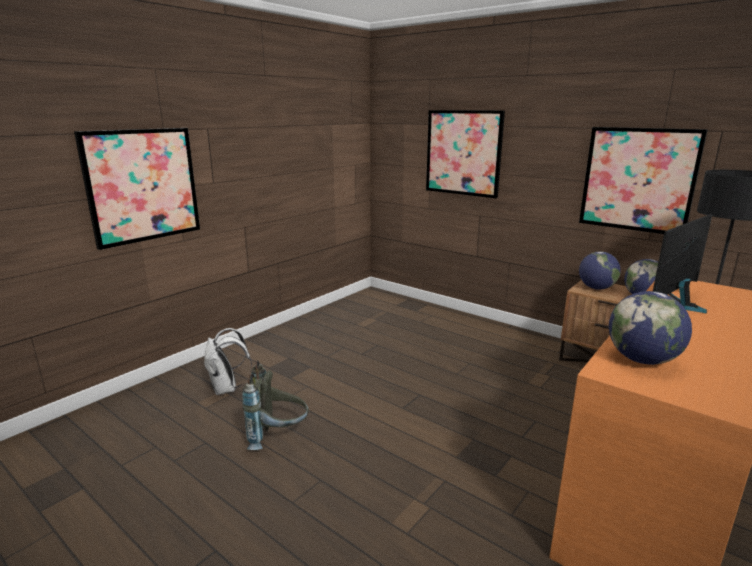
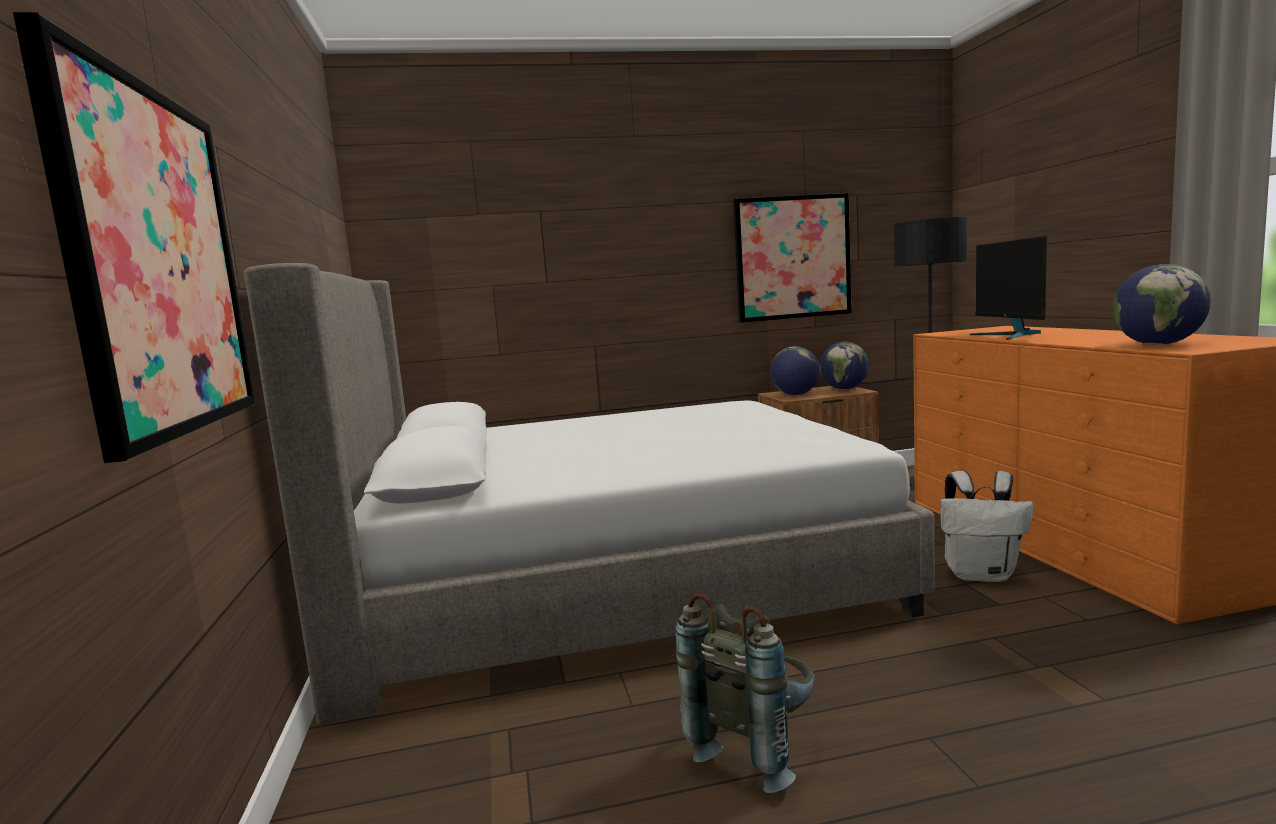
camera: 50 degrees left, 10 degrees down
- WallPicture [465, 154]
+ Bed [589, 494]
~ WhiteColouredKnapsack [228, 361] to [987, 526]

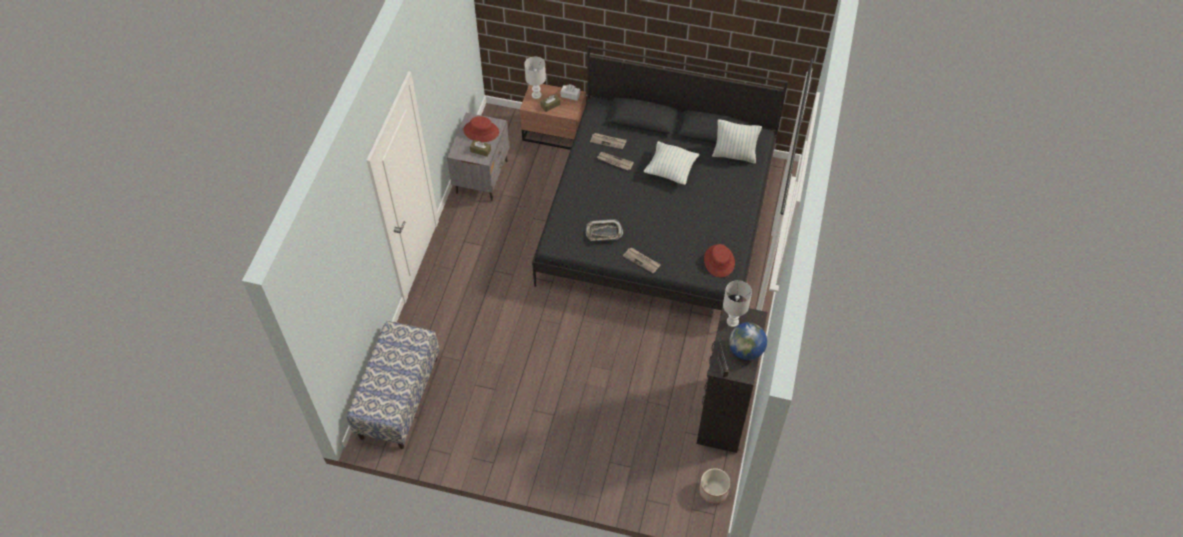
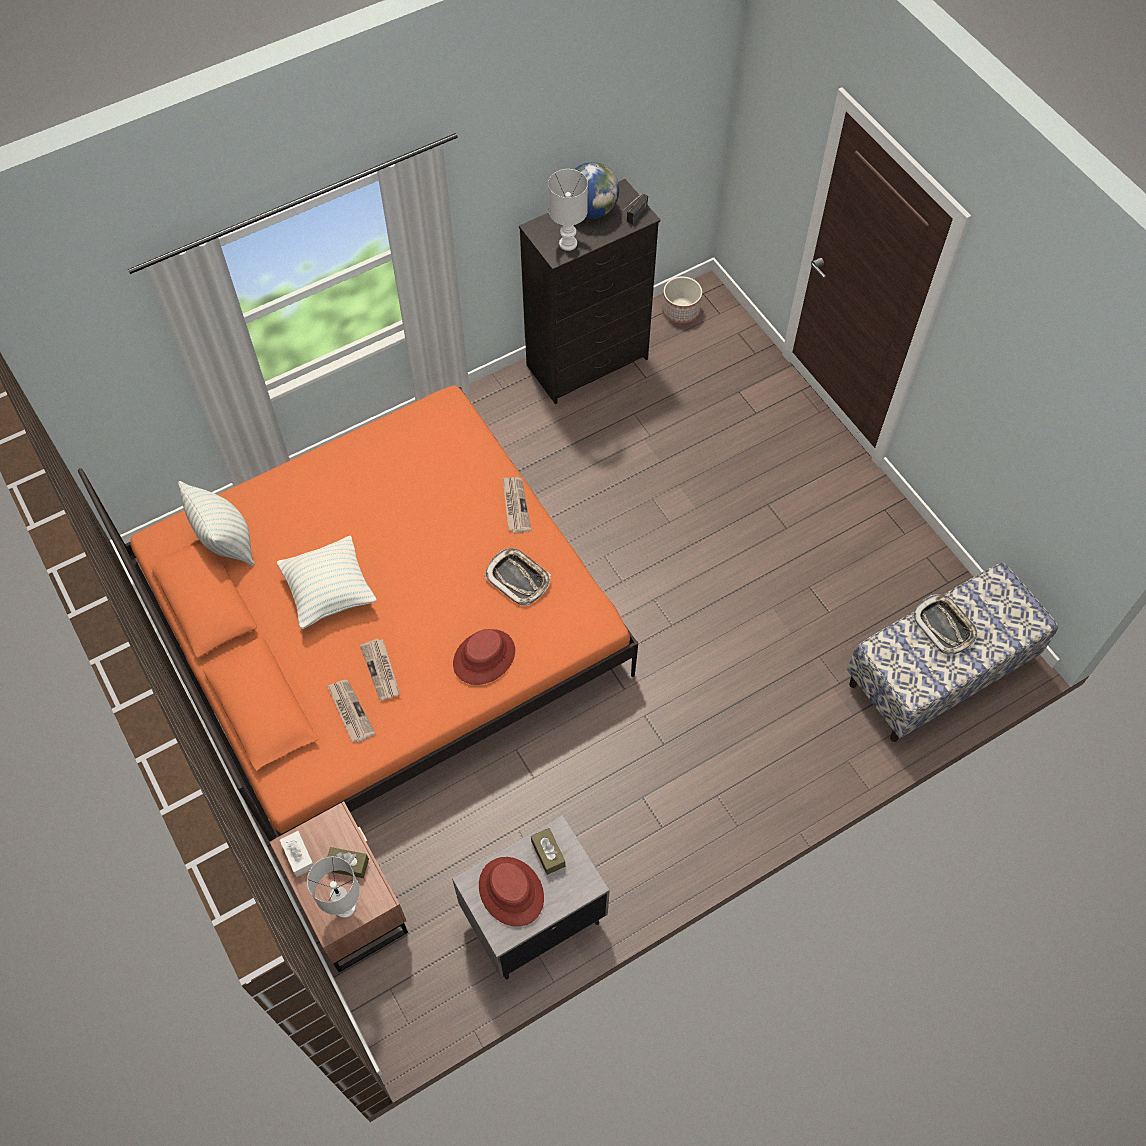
camera: 135 degrees left, 5 degrees up
+ ServingTray [945, 625]
~ ReddishWearableHat [719, 260] to [484, 657]
~ BlackColouredBed [660, 178] to OrangeColouredBed [358, 613]

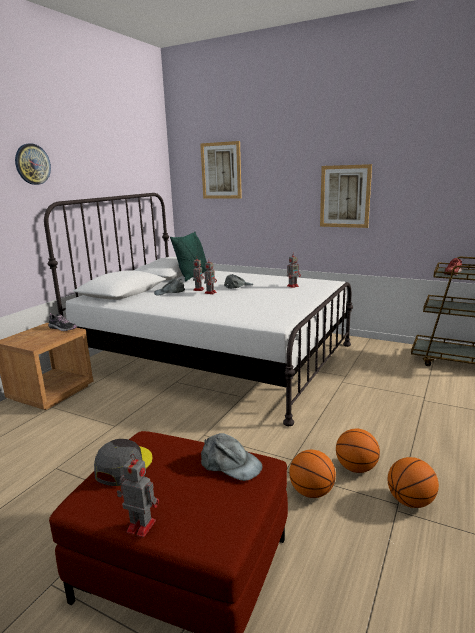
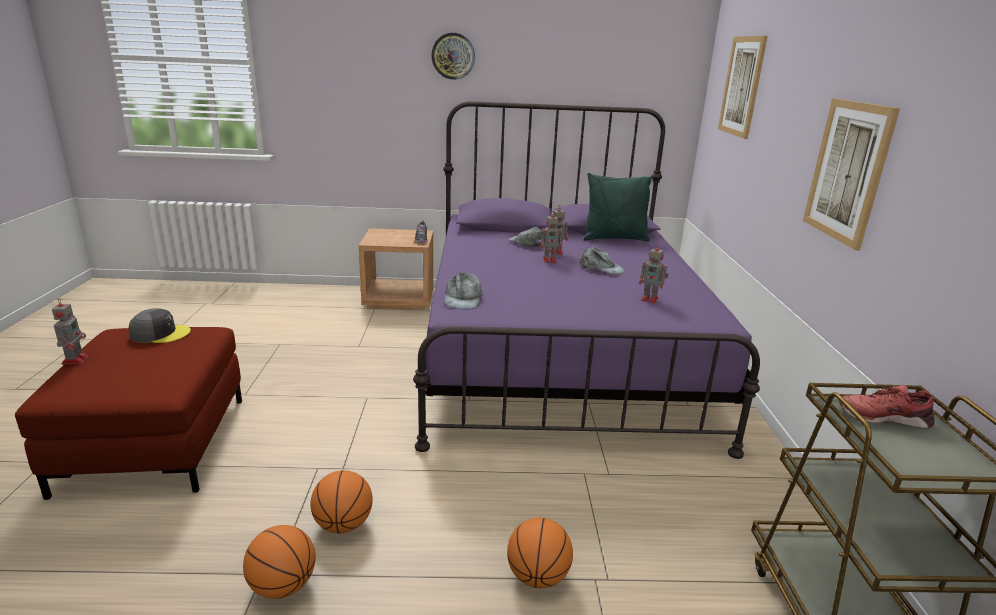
camera: 60 degrees right, 5 degrees up
~ GreyishBaseballCap [231, 457] to [463, 290]
~ Basketball [312, 474] to [540, 553]
~ WhiteColouredBed [198, 309] to PurpleColouredBed [586, 280]

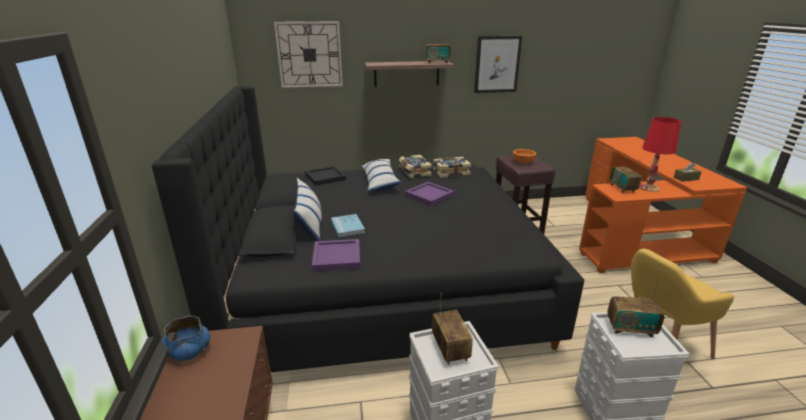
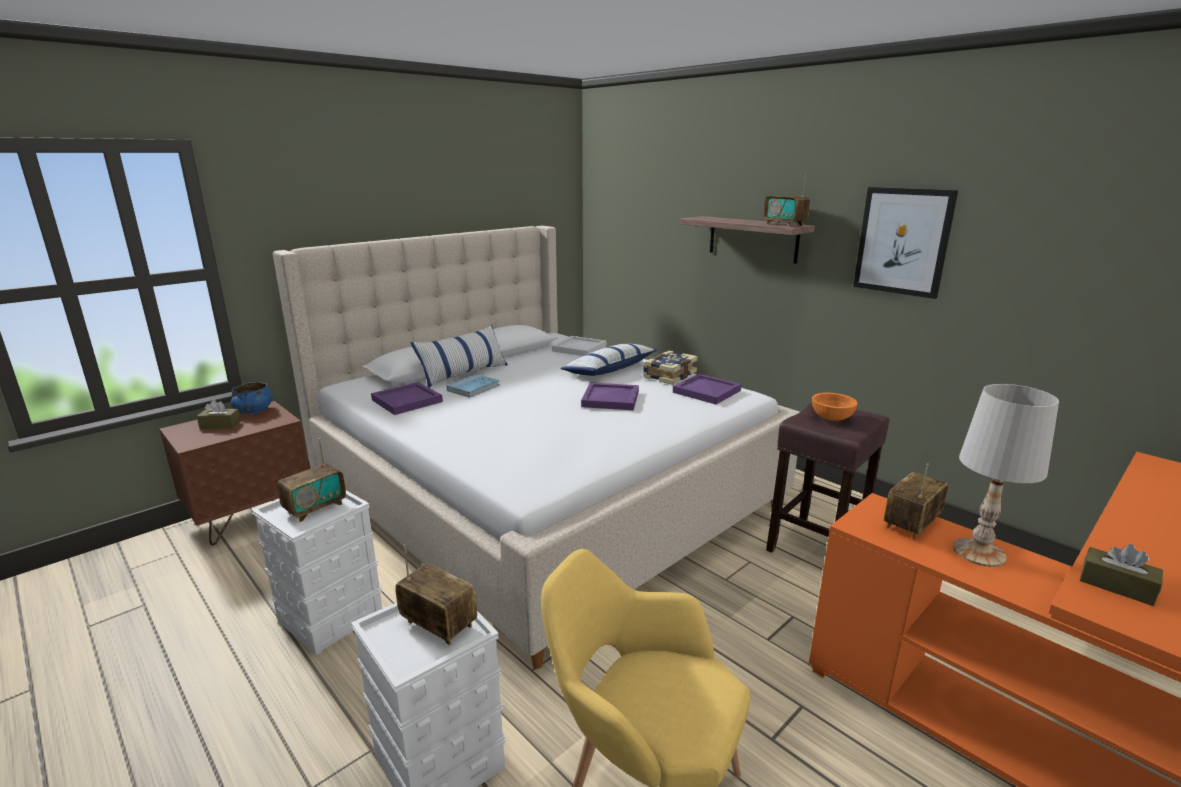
camera: 55 degrees right, 5 degrees down
- WallClock [308, 54]
+ BrownColouredBoxOfTissues [219, 414]
~ Book [452, 167] to PurpleColouredServingTray [707, 389]
~ BlackColouredBed [368, 229] to BeigeColouredBed [536, 447]
~ BlackColouredServingTray [325, 176] to WhiteColouredServingTray [579, 346]
~ ReddishTabletopLamp [660, 154] to WhiteColouredTabletopLamp [1006, 475]
~ RadioSet [635, 309] = [436, 594] 150 degrees clockwise

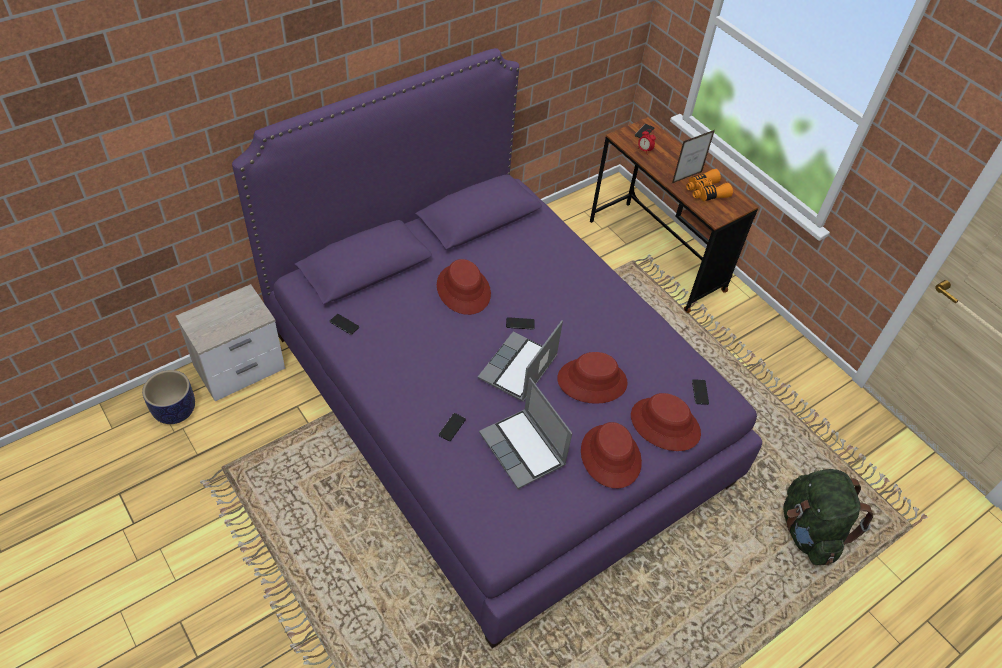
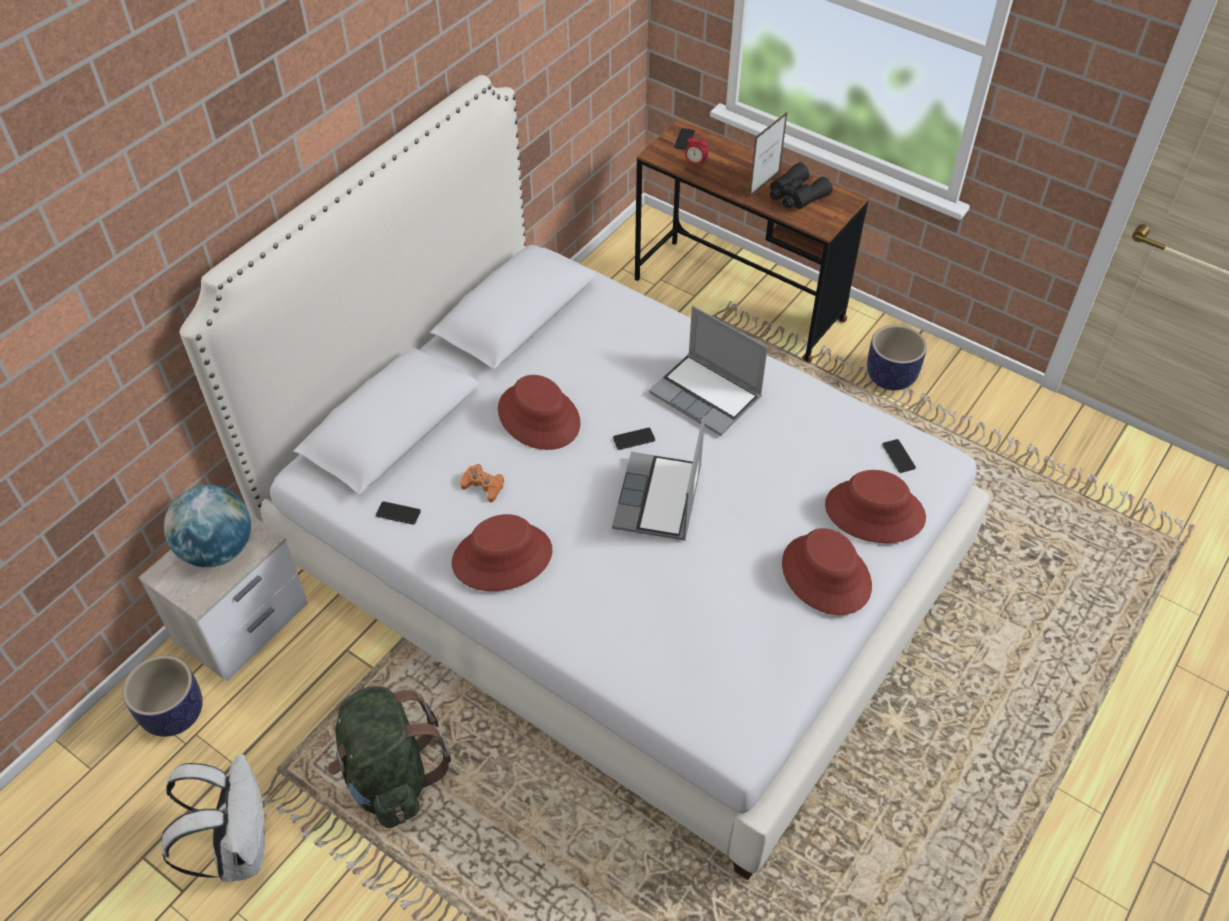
camera: 15 degrees left, 0 degrees up
- Phone [452, 427]
+ WhiteColouredKnapsack [214, 818]
+ Globe [207, 526]
+ OrangeColouredGameController [482, 483]
+ PlantPot [897, 357]
~ PortableComputer [525, 433] to [708, 371]
~ ReddishWearableHat [592, 378] to [502, 552]
~ GreenKnapsack [828, 517] to [389, 757]
~ PurpleColouredBed [497, 348] to WhiteColouredBed [584, 477]
~ OrangeColouredPairOfBinoculars [709, 185] to BlackColouredPairOfBinoculars [801, 186]

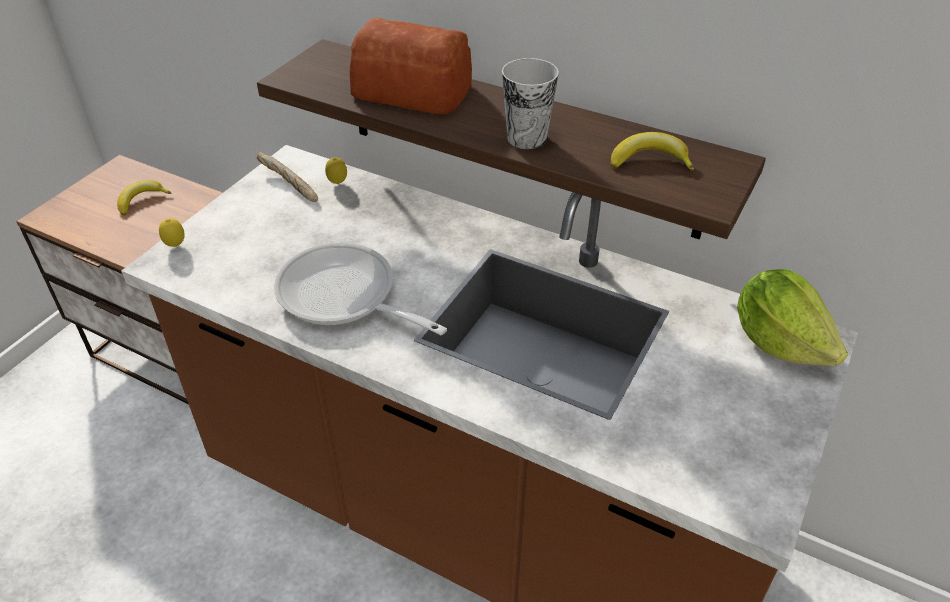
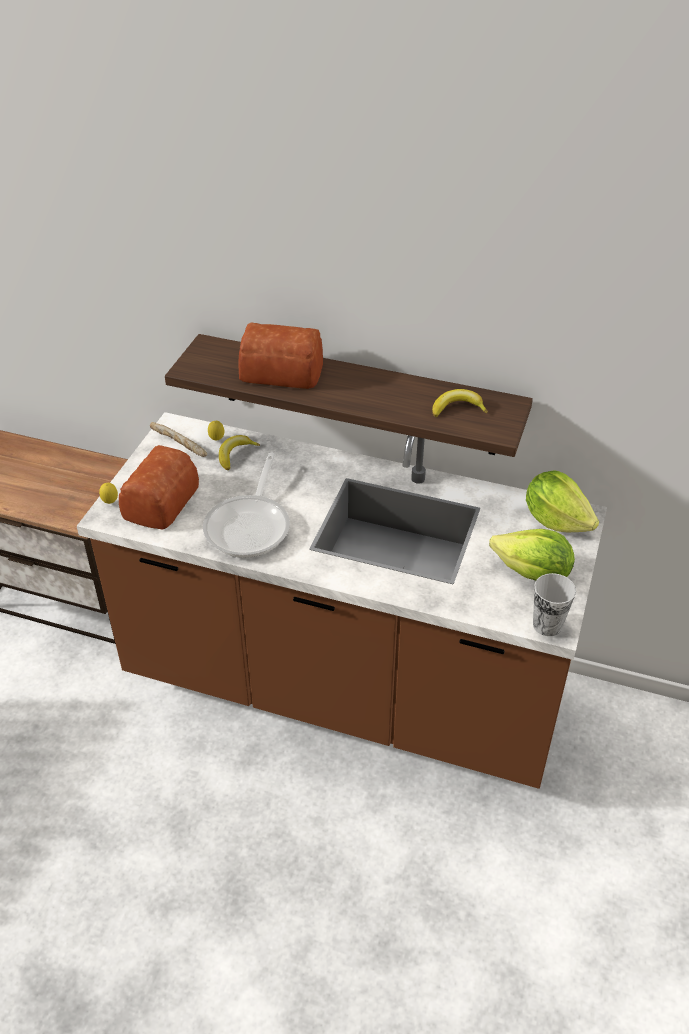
camera: 10 degrees left, 0 degrees up
+ Bread [159, 487]
+ LettuceHead [532, 554]
~ BananaFruit [144, 198] to [239, 452]
~ Cup [530, 103] to [554, 604]
~ Skillet [360, 289] = [246, 505] 105 degrees counterclockwise

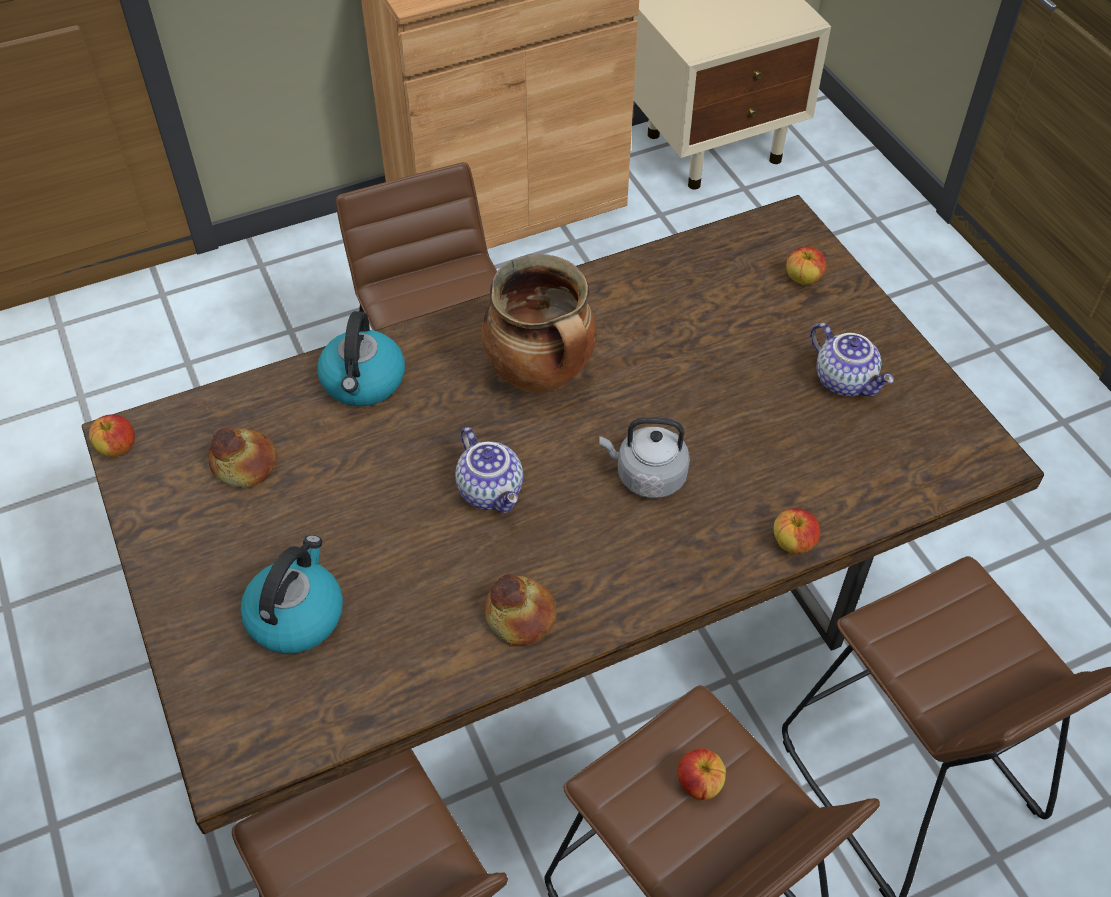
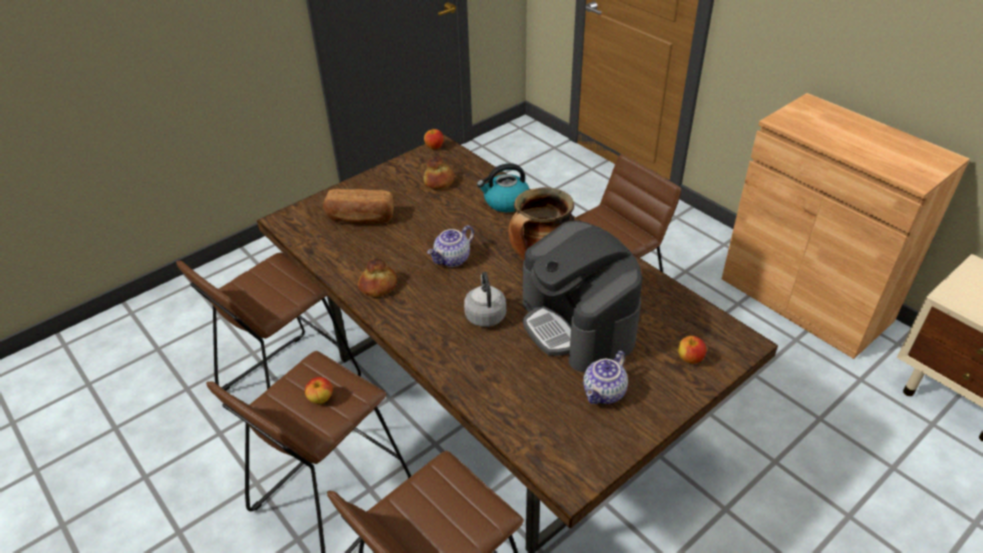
camera: 75 degrees right, 10 degrees down
- WholeApple [797, 531]
+ CoffeeMachine [582, 296]
~ WaterKettle [291, 594] to Bread [358, 206]

